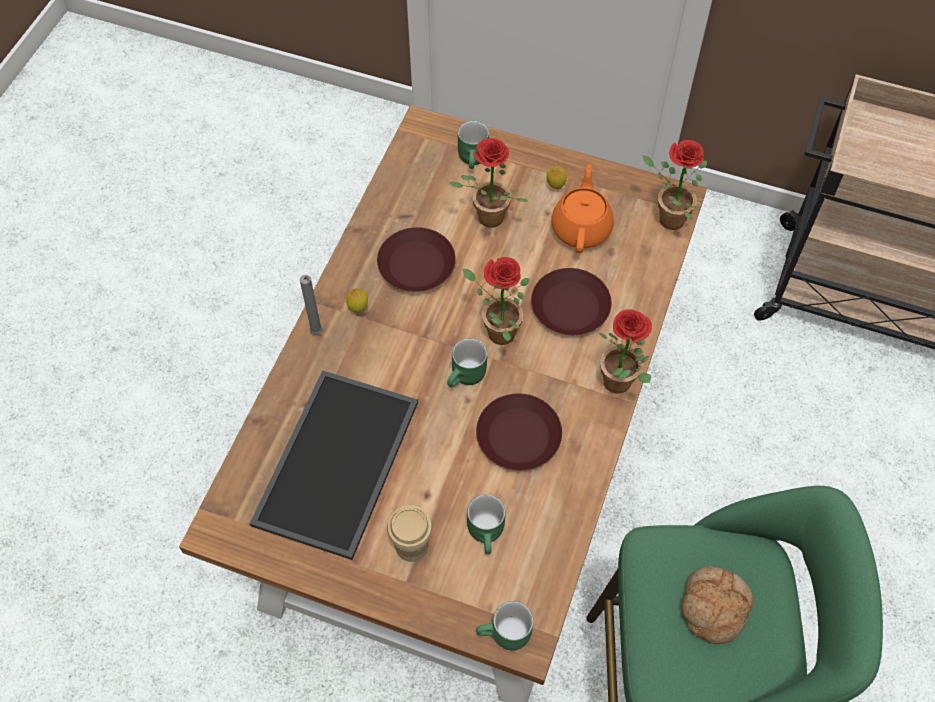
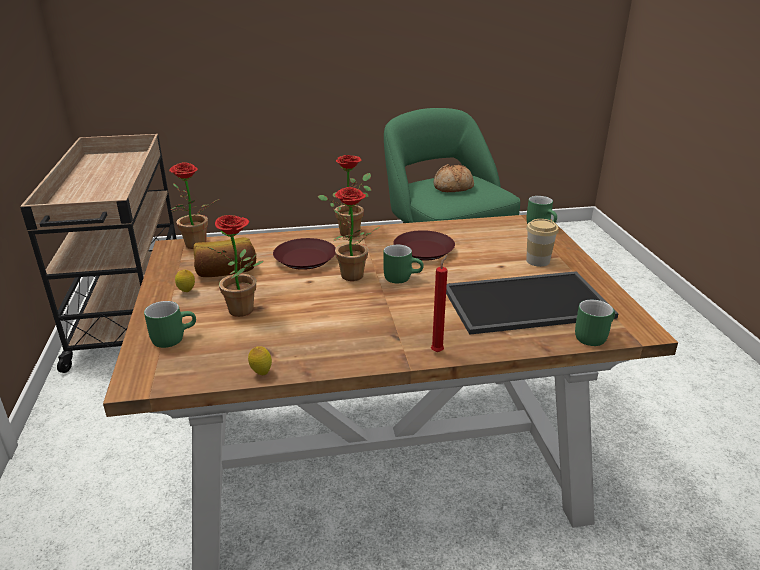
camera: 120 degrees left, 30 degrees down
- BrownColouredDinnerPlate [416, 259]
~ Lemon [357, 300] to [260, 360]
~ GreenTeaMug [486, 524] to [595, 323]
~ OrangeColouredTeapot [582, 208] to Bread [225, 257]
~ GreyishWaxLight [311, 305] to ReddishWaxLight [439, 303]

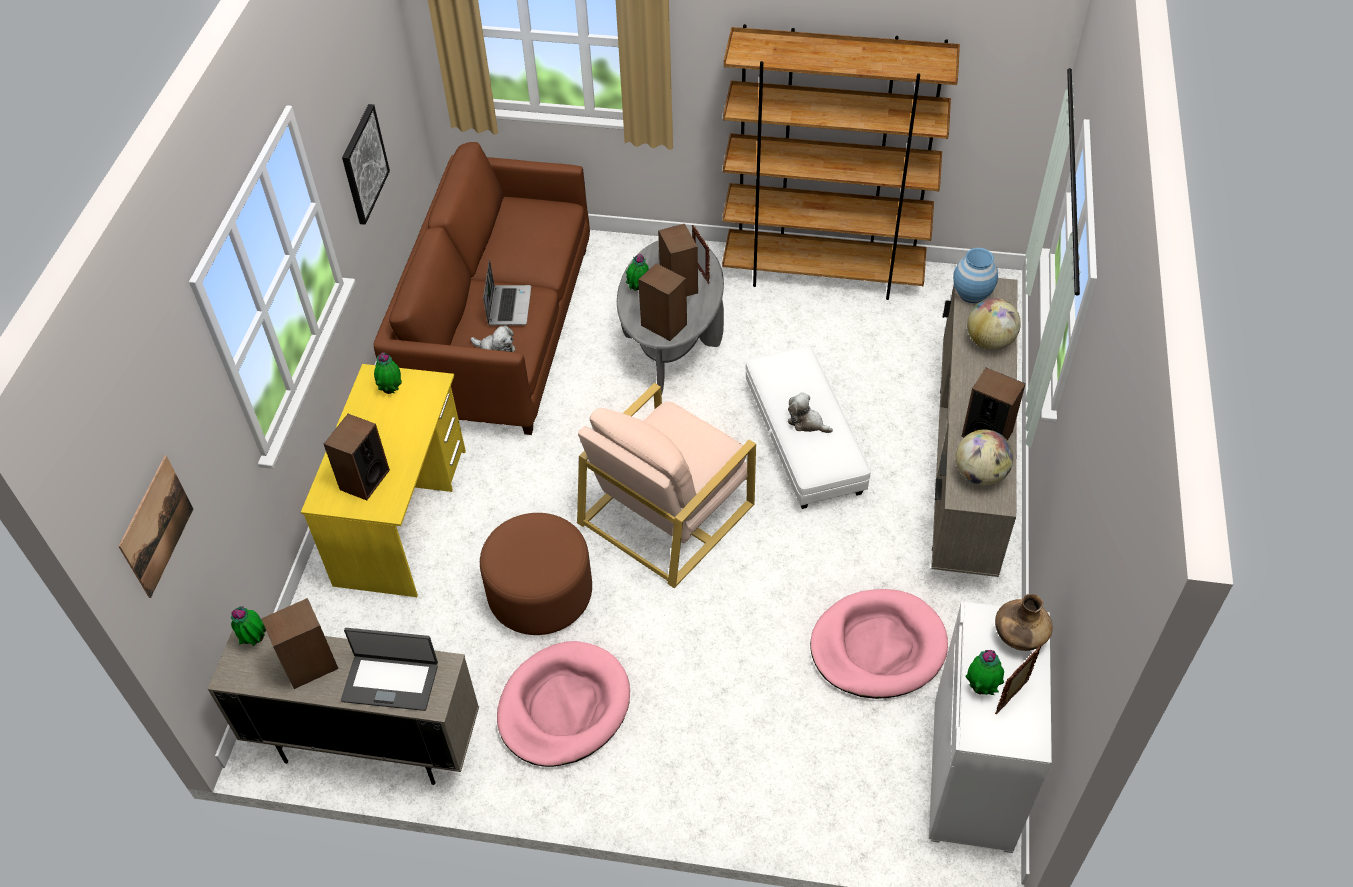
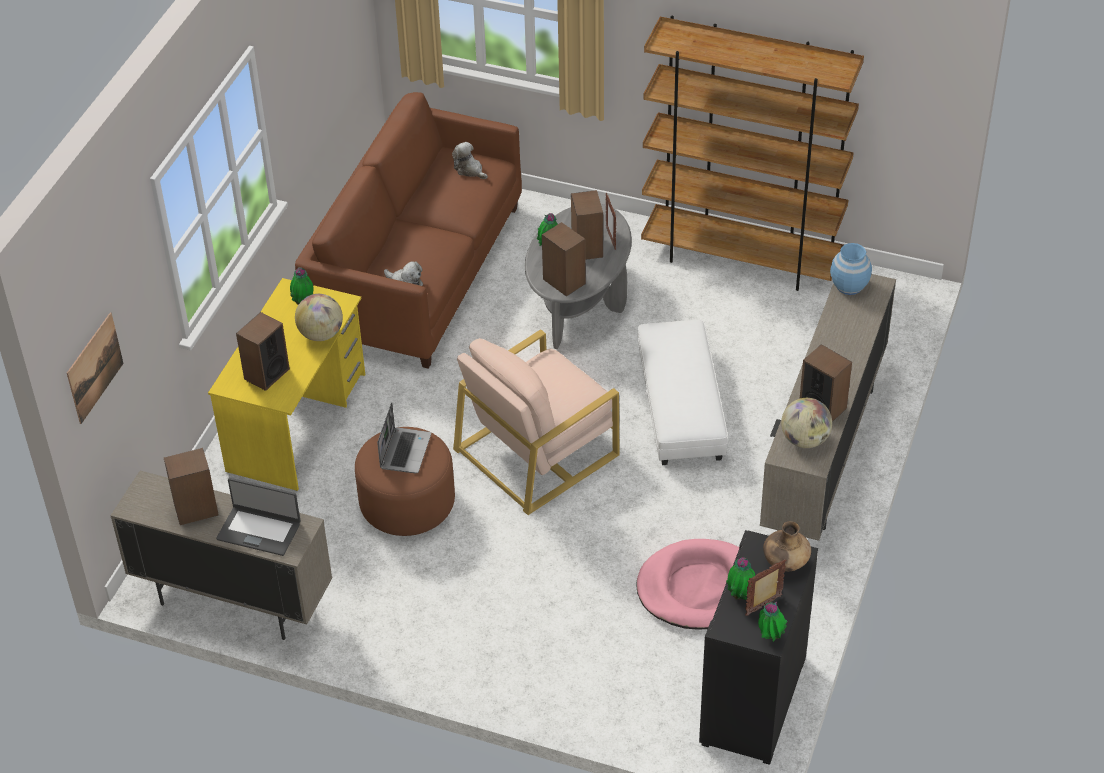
camera: 10 degrees right, 5 degrees down
- WallPicture [366, 164]
- PinkDogBed [563, 704]
~ Houseplant [248, 626] to [772, 622]
~ PortableComputer [507, 292] to [404, 438]
~ PlushToy [810, 412] to [470, 160]
~ Globe [994, 324] to [319, 317]
~ WhiteColouredCabinet [990, 727] to BlackColouredCabinet [758, 647]

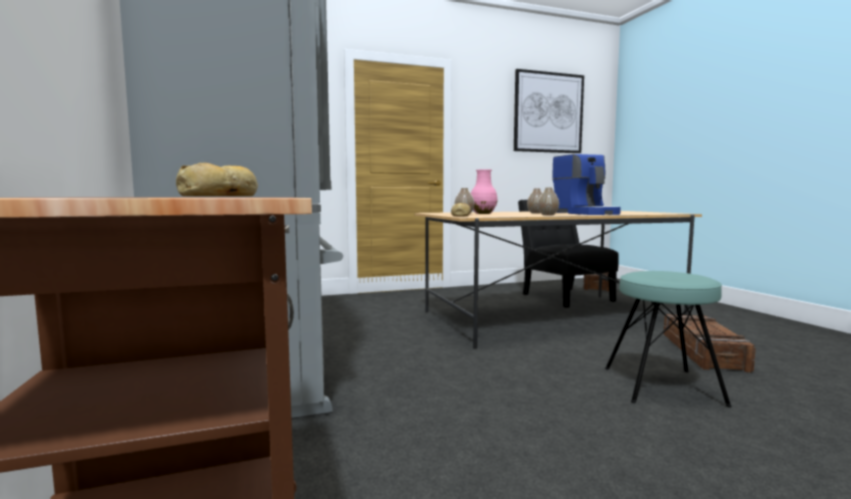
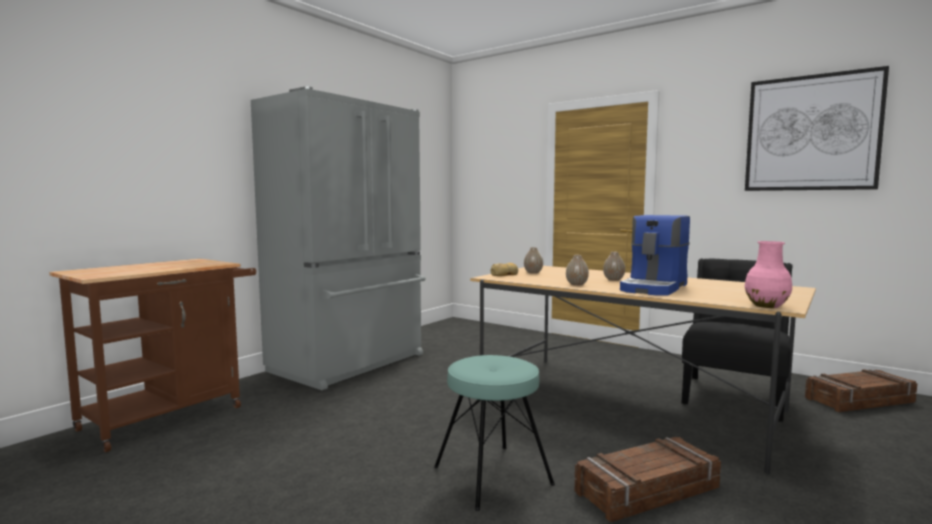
camera: 55 degrees right, 0 degrees up
- Bread [217, 179]
~ PinkFlowerVase [484, 191] to [768, 274]

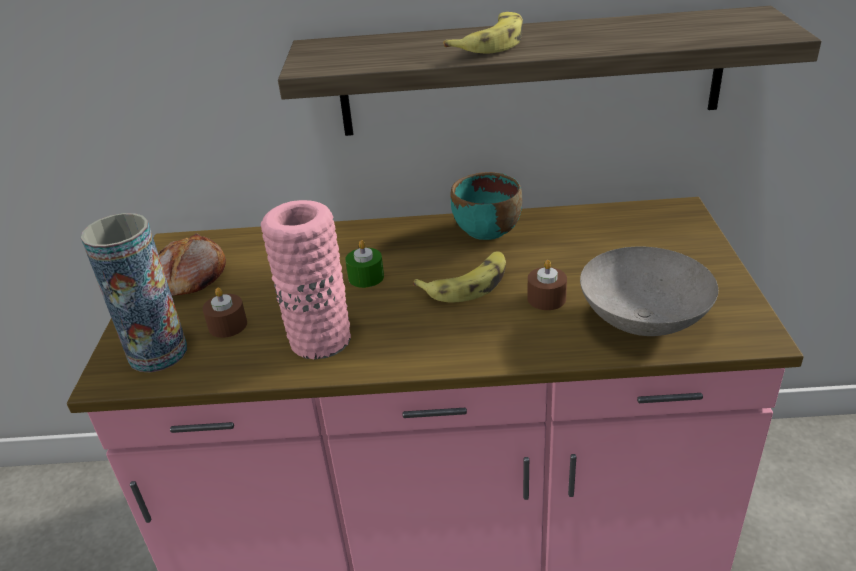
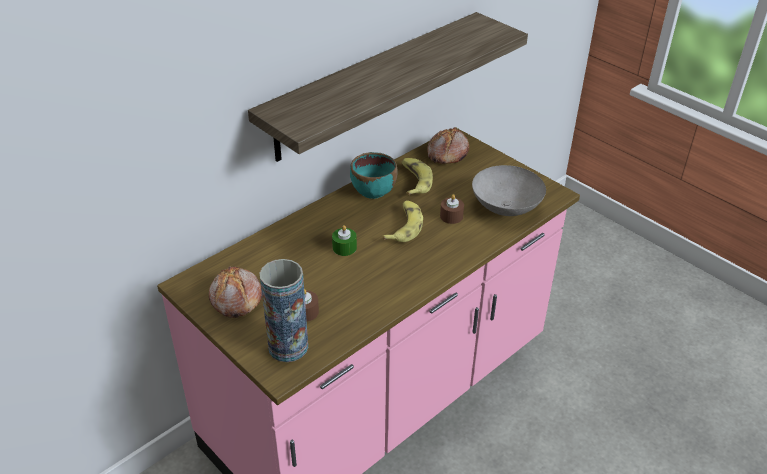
camera: 45 degrees left, 5 degrees up
- PinkFlowerVase [306, 279]
+ Bread [448, 145]
~ BananaFruit [483, 32] to [417, 176]

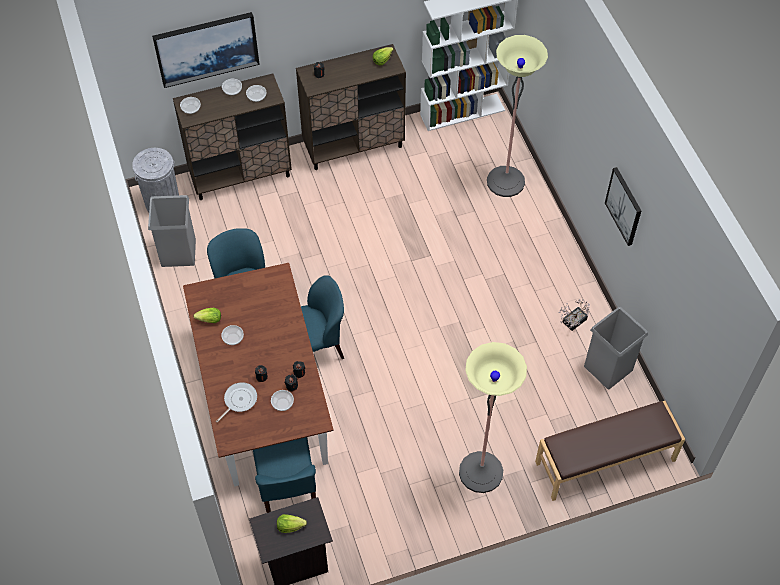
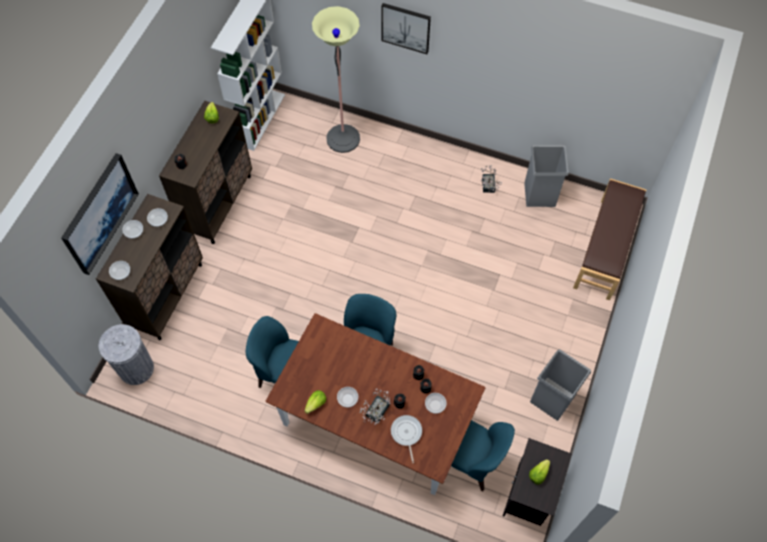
camera: 50 degrees left, 5 degrees up
- StandingLamp [493, 417]
+ Houseplant [374, 406]
~ GreyishRubbishBin [172, 231] to [560, 385]
~ WallPicture [623, 206] to [406, 28]

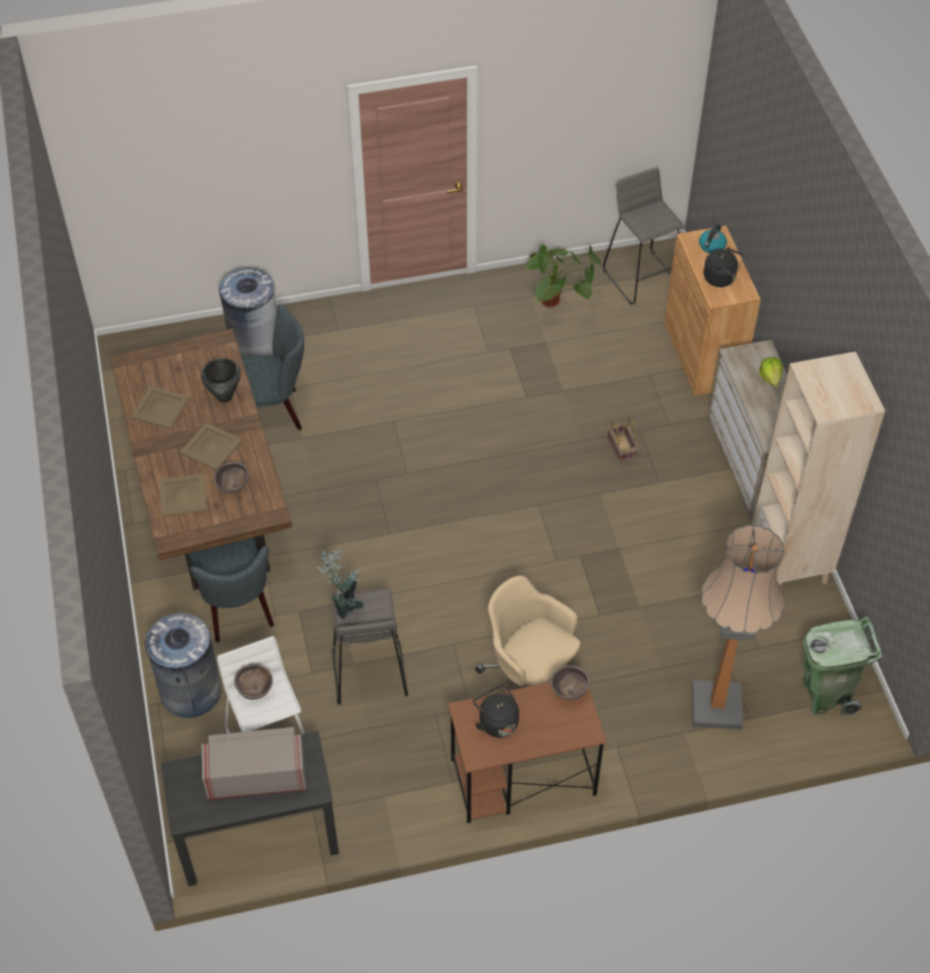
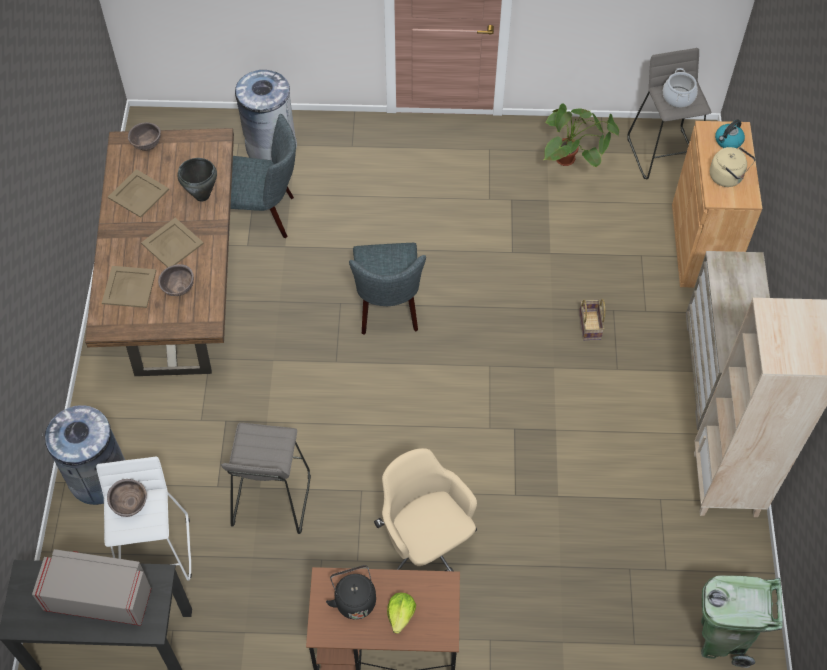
camera: 15 degrees right, 5 degrees up
- Houseplant [340, 583]
- StandingLamp [738, 627]
+ Stockpot [680, 88]
~ GreyishUprightChair [231, 589] to [387, 289]
~ BrownColouredDeepDish [570, 683] to [144, 136]
~ LettuceHead [771, 372] to [401, 613]
~ BlackColouredWaterKettle [724, 267] to BeigeColouredWaterKettle [733, 167]

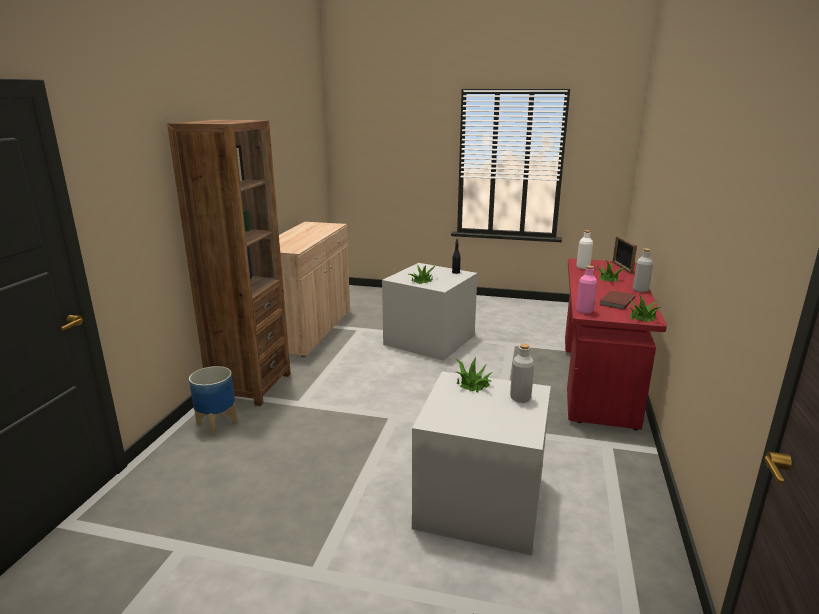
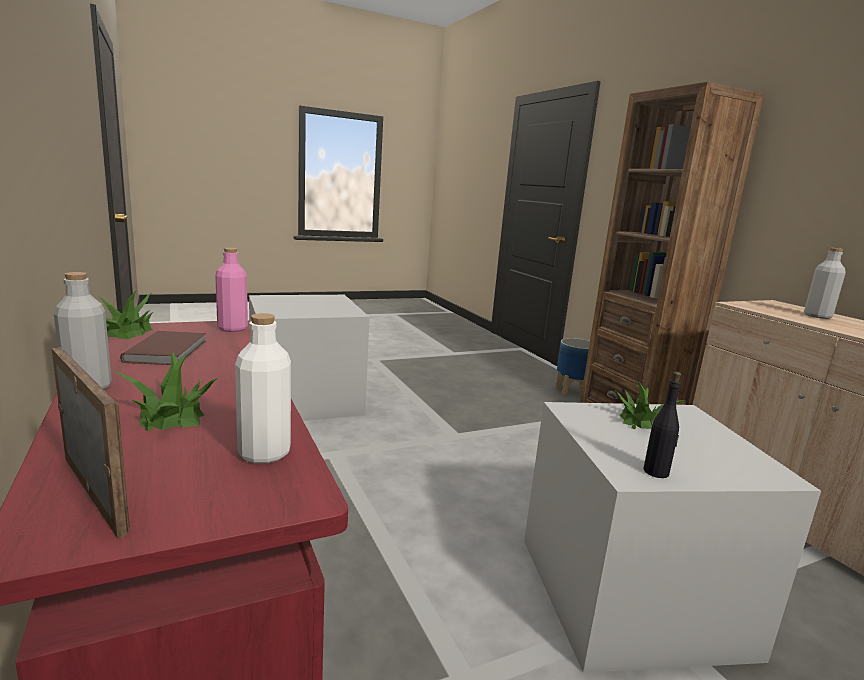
camera: 140 degrees right, 5 degrees down
- Houseplant [473, 374]
~ GreyishDrinkBottle [522, 373] to [825, 283]

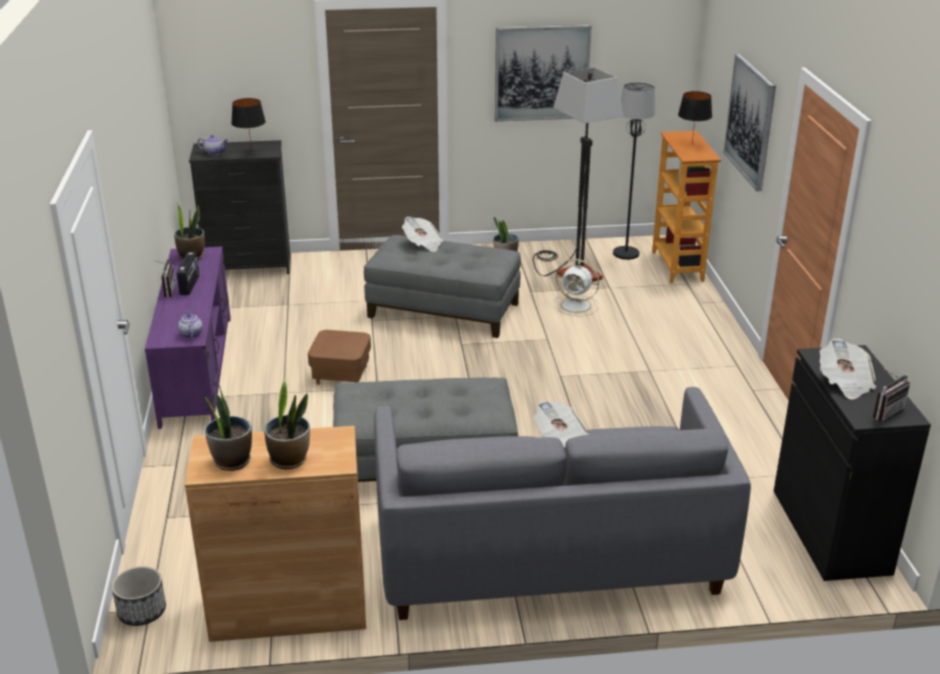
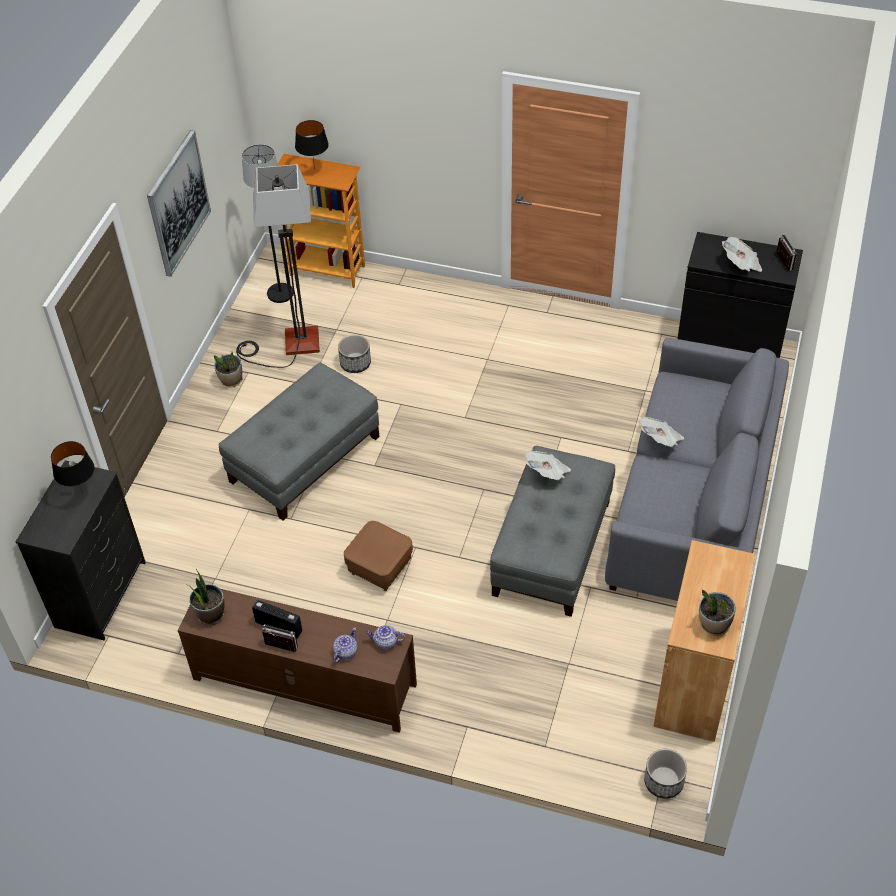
camera: 65 degrees left, 20 degrees up
- Houseplant [287, 424]
- WallPicture [749, 122]
~ Teapot [212, 145] to [345, 645]
~ Newspaper [423, 234] to [548, 465]
~ WhiteColouredFan [576, 287] to PlantPot [354, 354]
~ PurpleColouredTvUnit [188, 338] to BrownColouredTvUnit [297, 661]

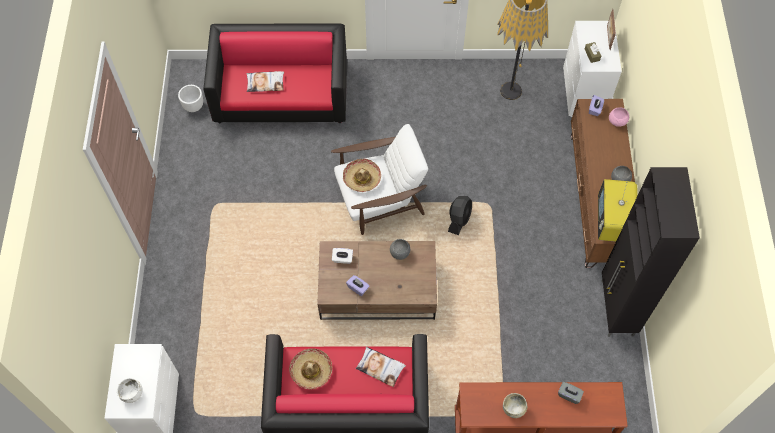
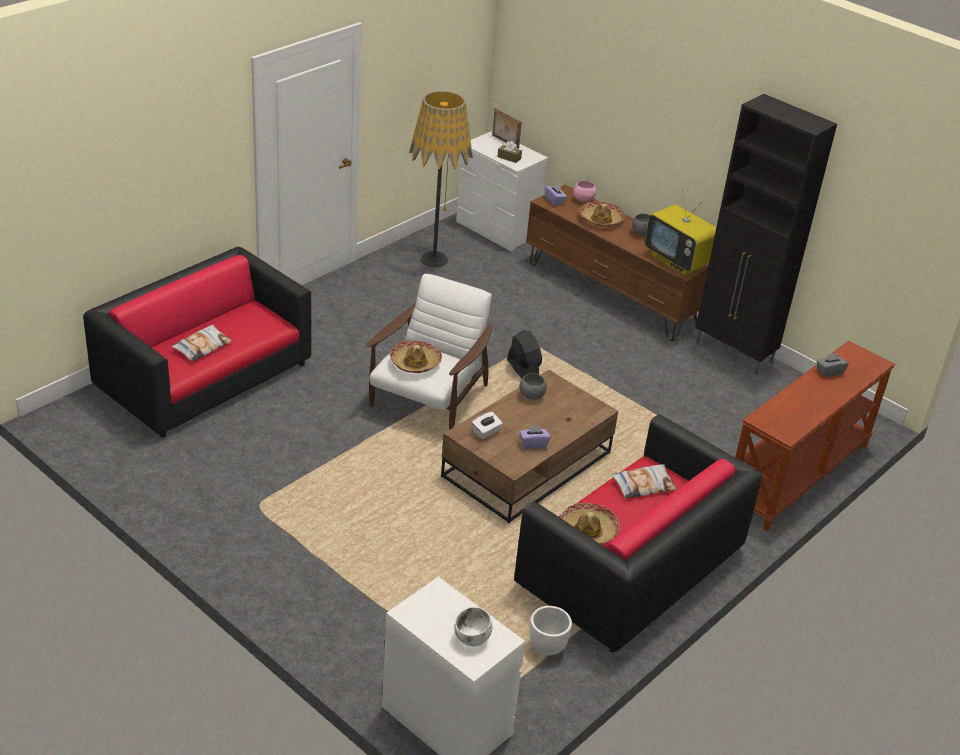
camera: 50 degrees left, 25 degrees down
- BeigeColouredDeepDish [515, 405]
+ WearableHat [602, 214]
~ WhiteColouredPlantPot [190, 98] to [551, 630]

